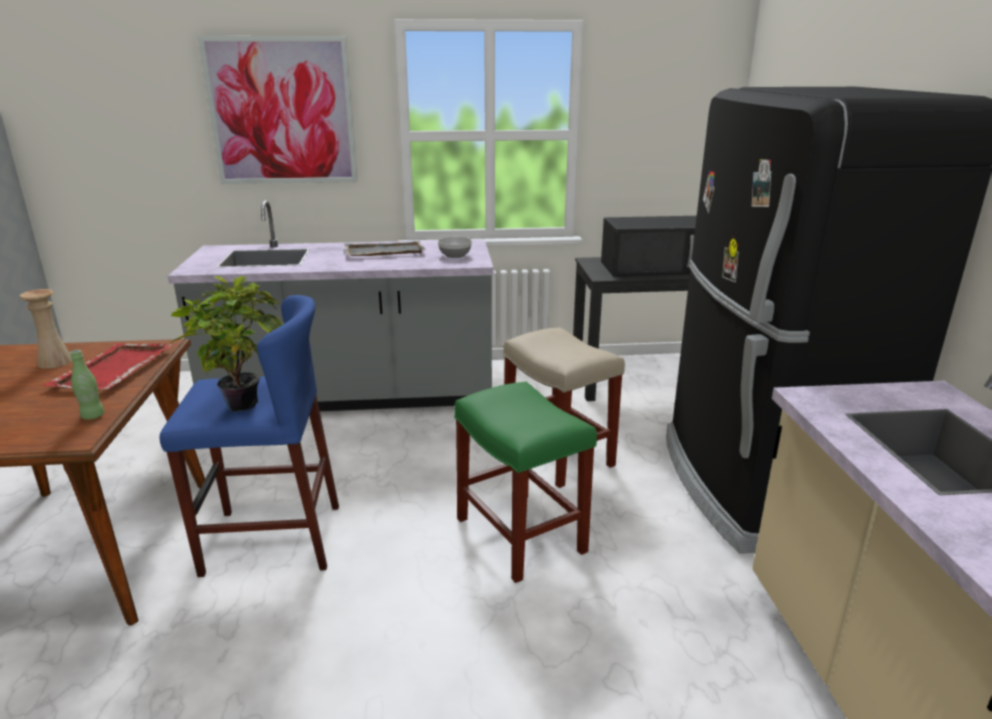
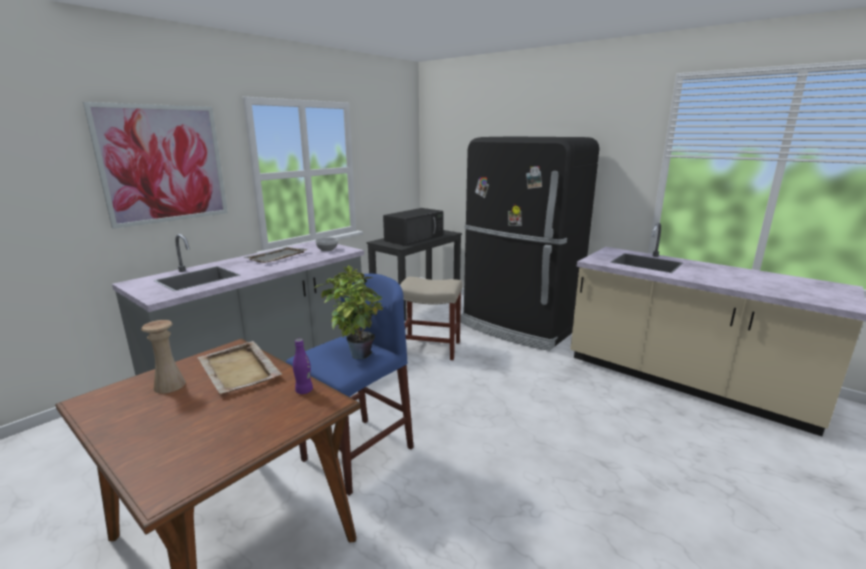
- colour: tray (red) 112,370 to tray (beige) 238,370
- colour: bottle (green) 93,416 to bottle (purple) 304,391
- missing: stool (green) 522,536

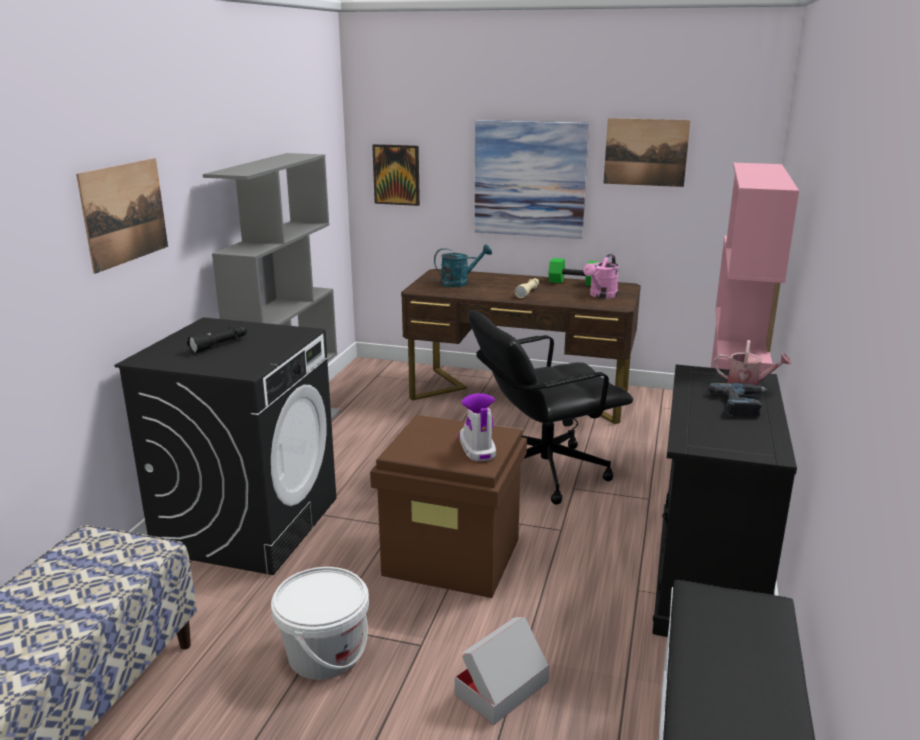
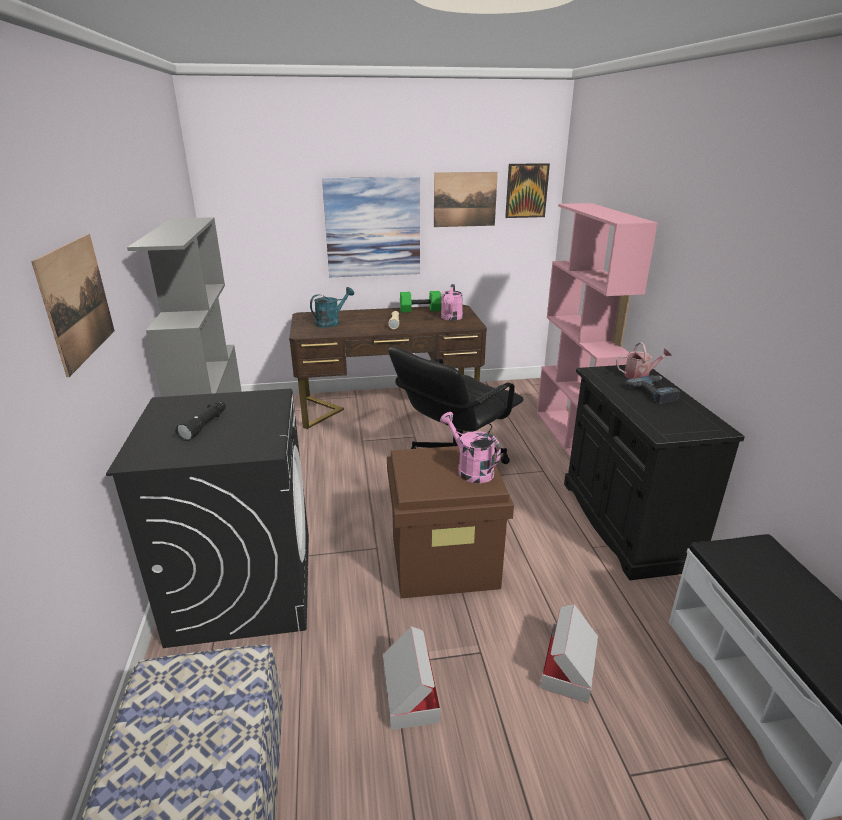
- exchanged: bucket (white) 325,654 to cardboard box 409,693
- relocated: picture 396,174 to 526,190
- exchanged: boot 476,448 to watering can (pink) 470,469

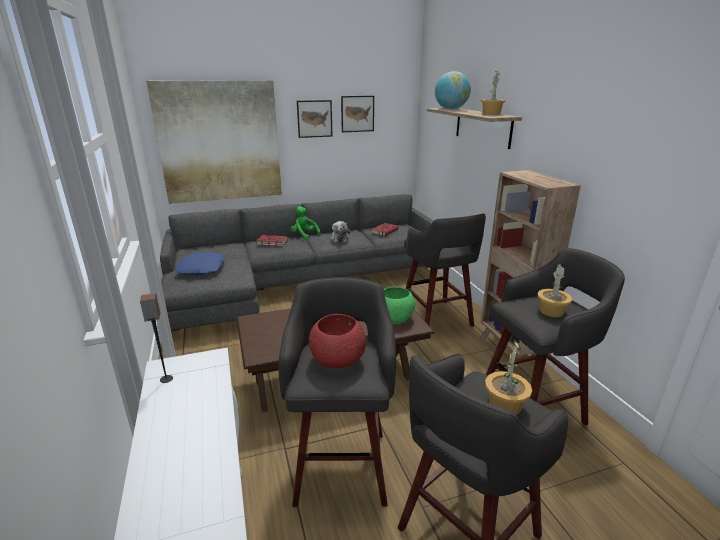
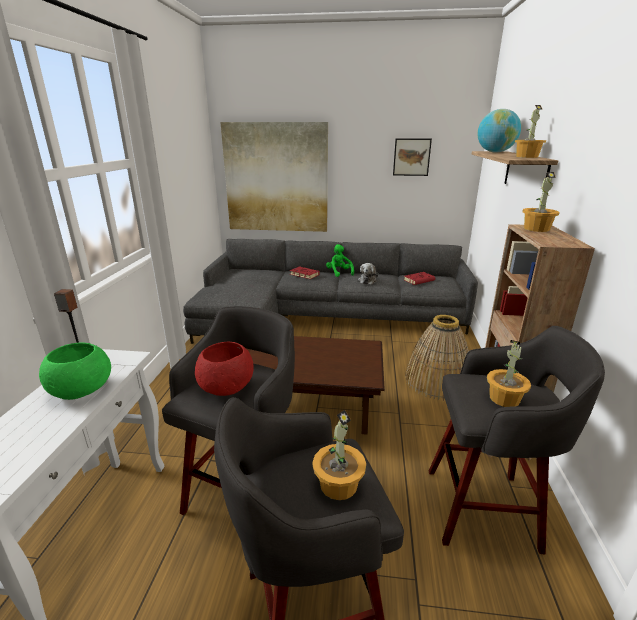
- missing: pillow (blue) 202,269
- missing: picture 314,119
- relocated: bowl (green) 394,318 to 82,389
- exchanged: stool (grey) 437,319 to basket 437,381
- appeared: potted plant 536,229

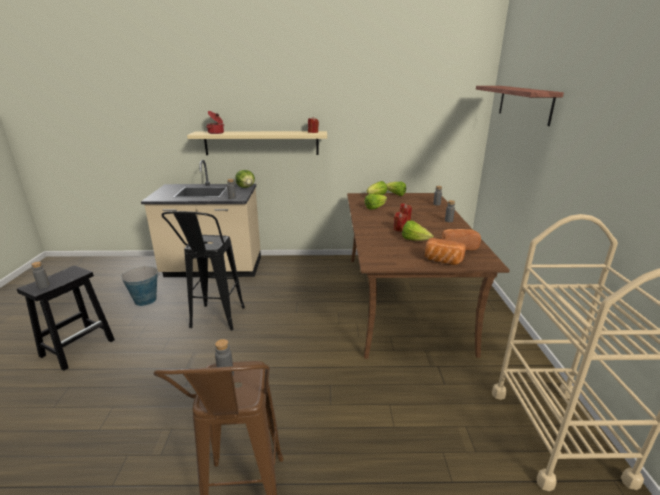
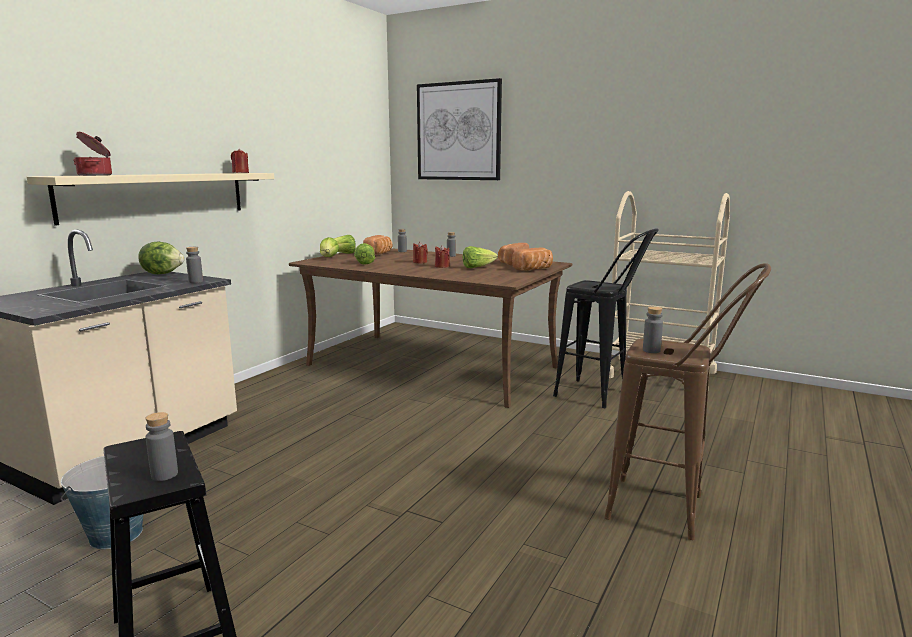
- relocated: stool (black) 215,322 to 601,396
- exchanged: shelf 524,103 to picture 458,131
- appeared: bread 379,254

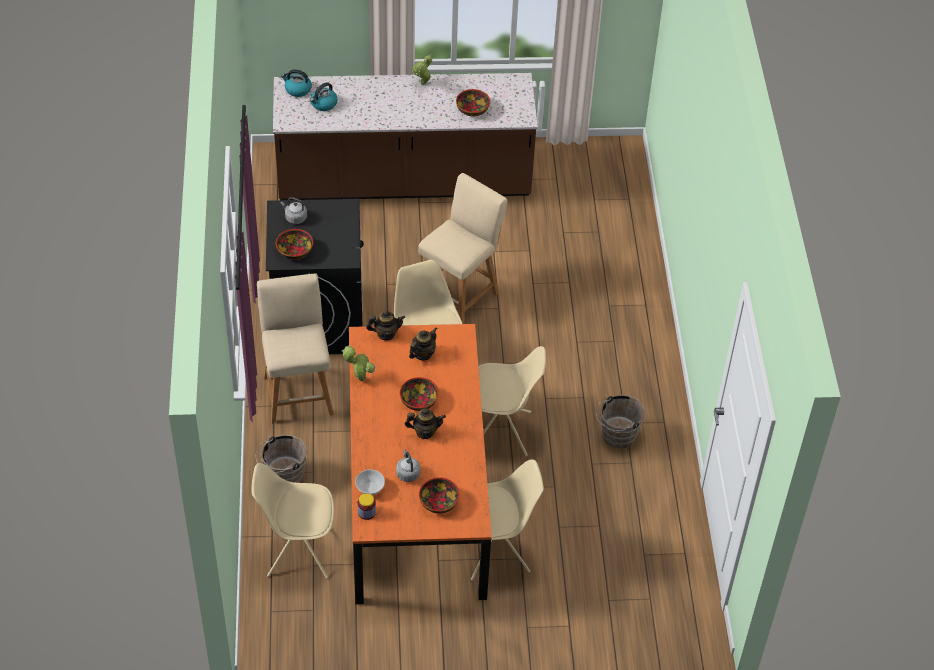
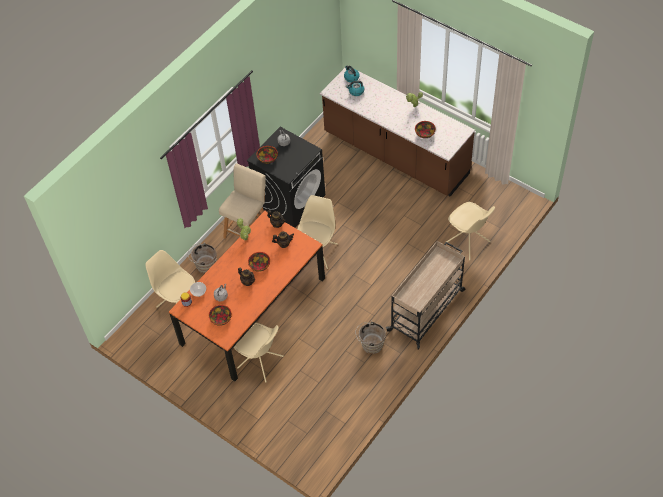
- missing: stool (beige) 460,293
- relocated: chair (beige) 502,432 to 468,242
- appeared: cart (beige) 427,310

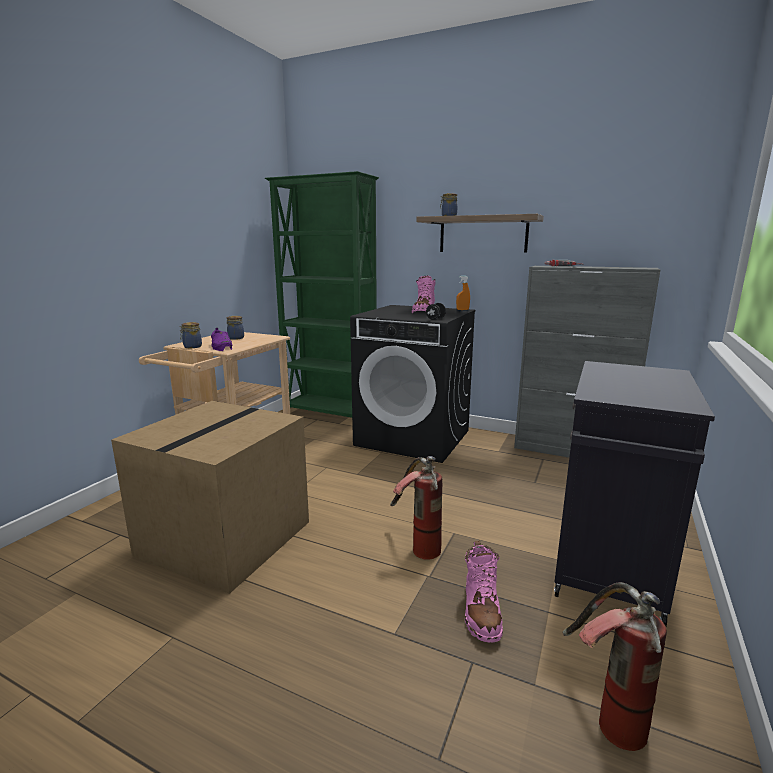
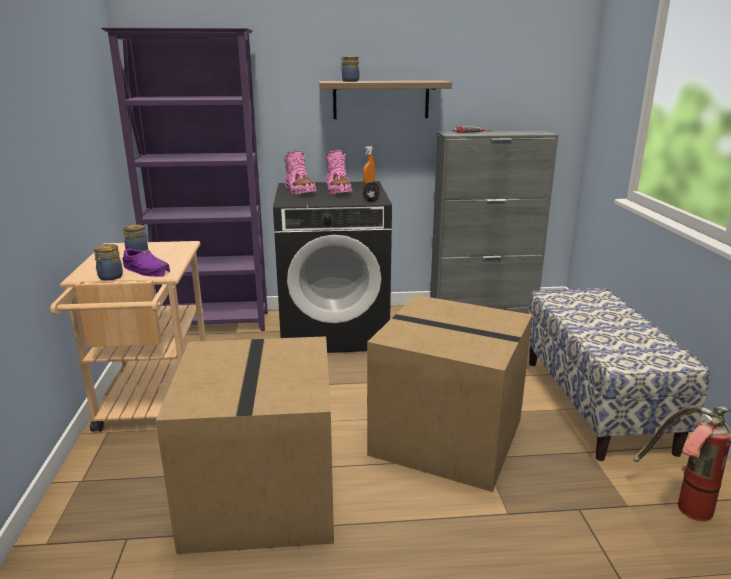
- colour: bookcase (green) 330,414 to bookcase (purple) 213,324
- exchanged: fire extinguisher 416,546 to cardboard box 449,436
- relocated: boot (pink) 481,611 to 299,191
- exchanged: cabinet (black) 608,567 to bench 596,403

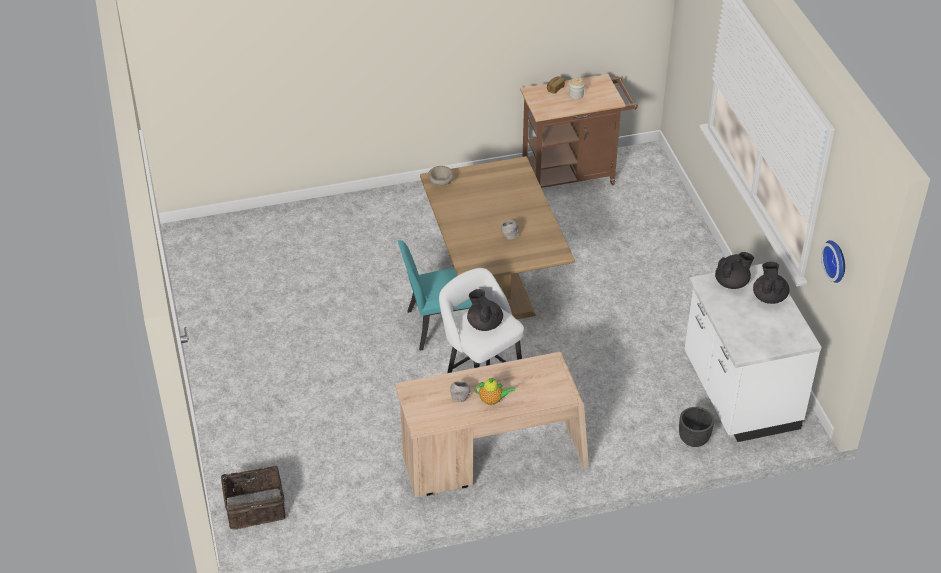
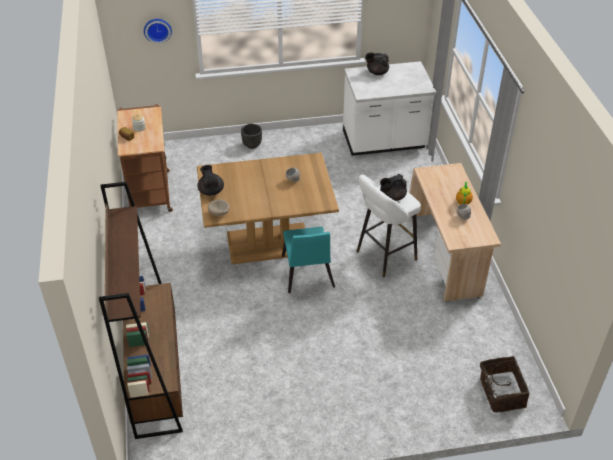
- relocated: planter (black) 694,439 to 252,145
- relocated: teapot (black) 732,283 to 211,191
- relocated: wall clock 837,260 to 157,29
- appeared: bookcase (brown) 156,375

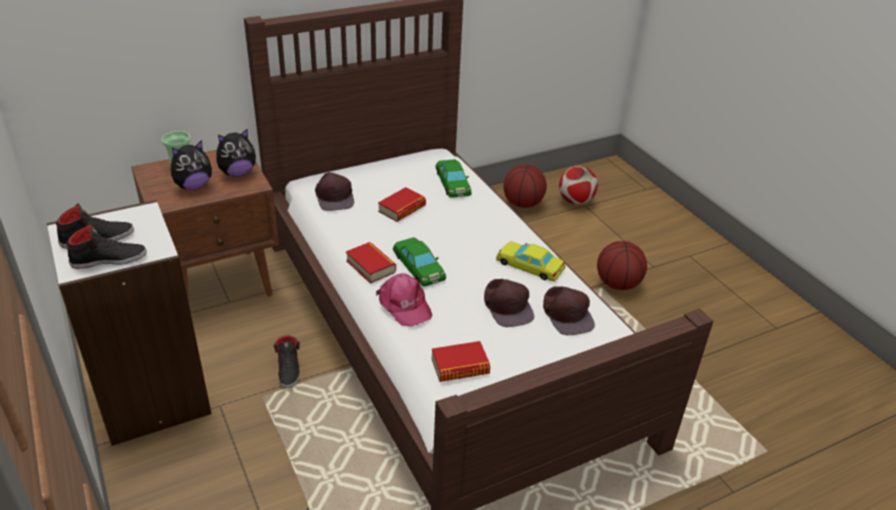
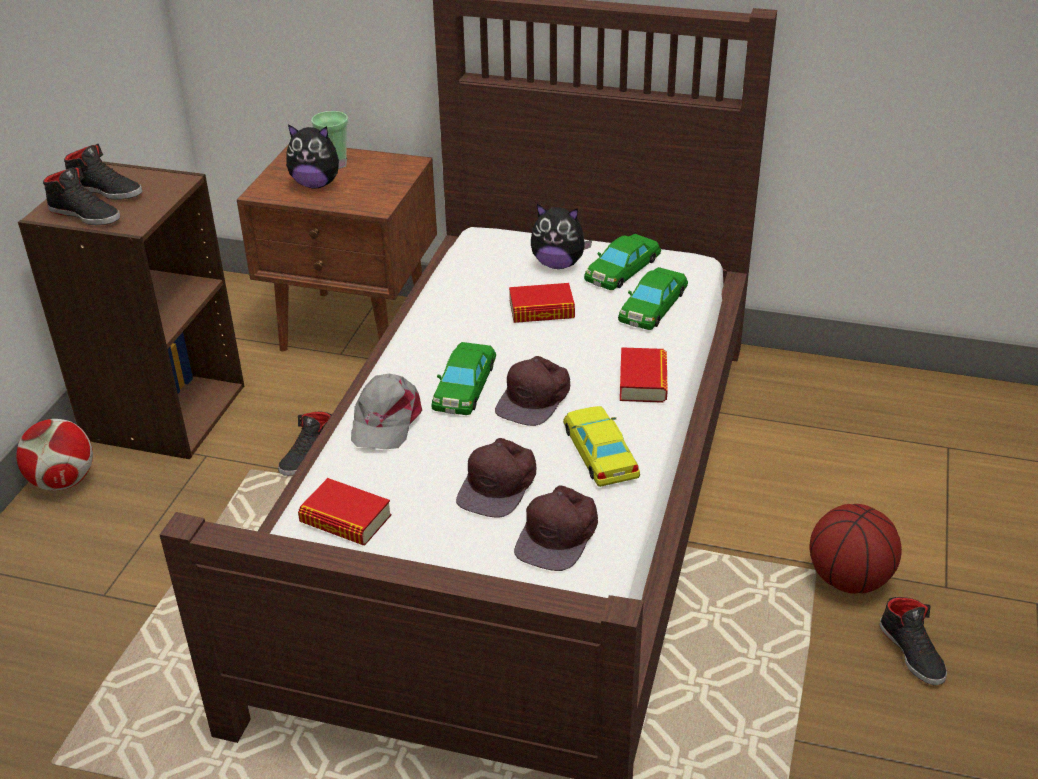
- colour: bookcase (white) 151,396 to bookcase (brown) 163,412
- relocated: plush toy 237,173 to 558,264
- relocated: cap (brown) 335,196 to 535,398
- relocated: book 371,266 to 643,381
- colour: cap (pink) 404,305 to cap (grey) 385,420
- missing: basketball 523,203
- relocated: football 575,201 to 63,481
- appeared: toy car (green) 622,269
- appeared: shoe (black) 912,652

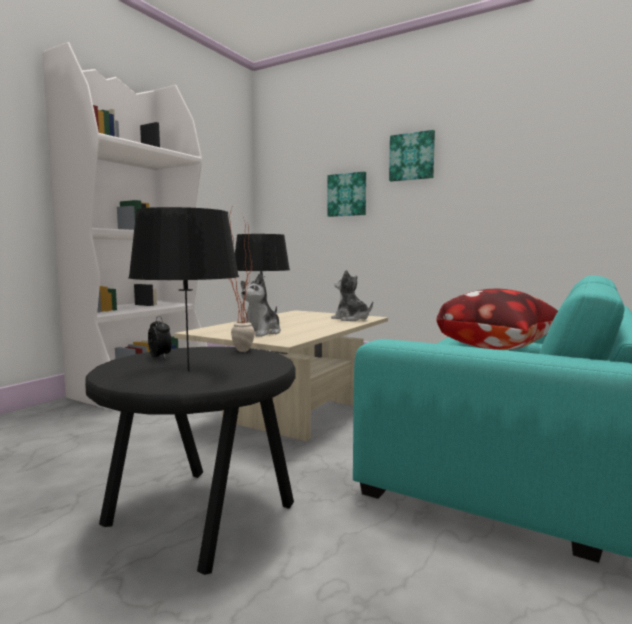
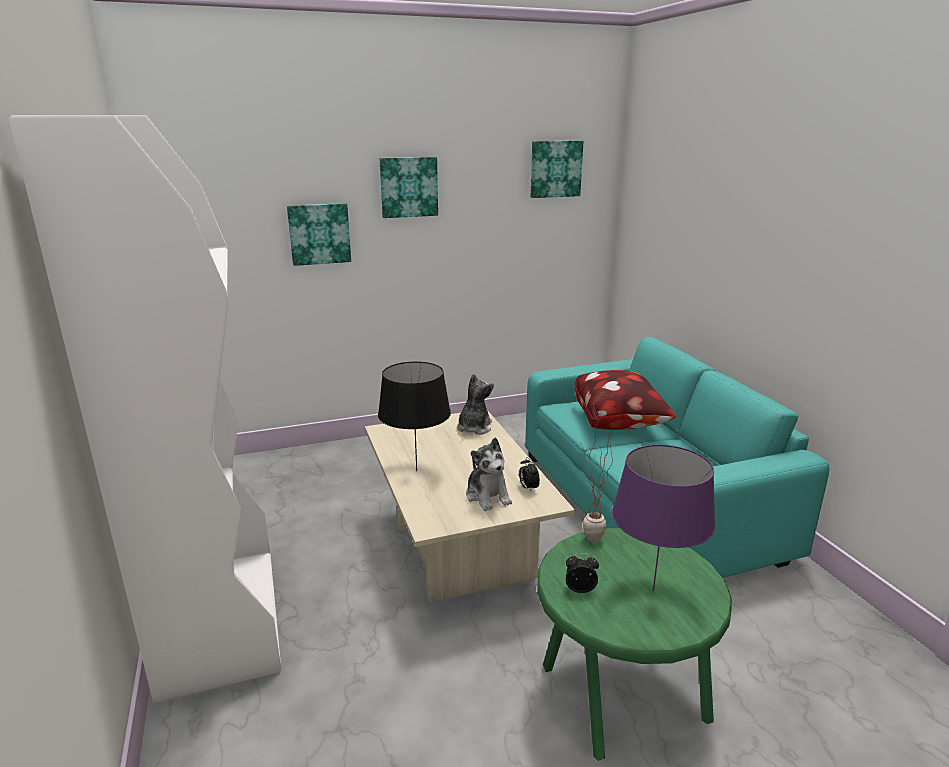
- colour: side table (black) 199,514 to side table (green) 619,694
- colour: table lamp (black) 189,371 to table lamp (purple) 653,590
- spun: plush toy 351,319 = 474,428 120 degrees clockwise
- appeared: alarm clock 528,488
- appeared: picture 555,169

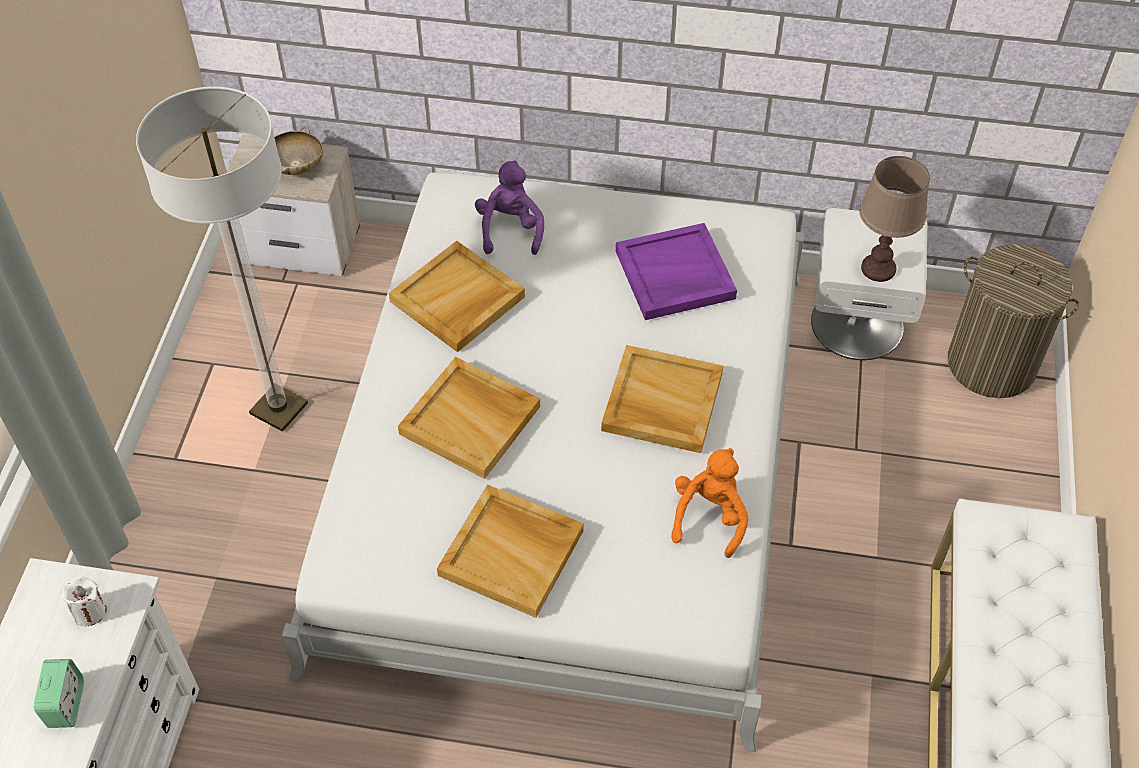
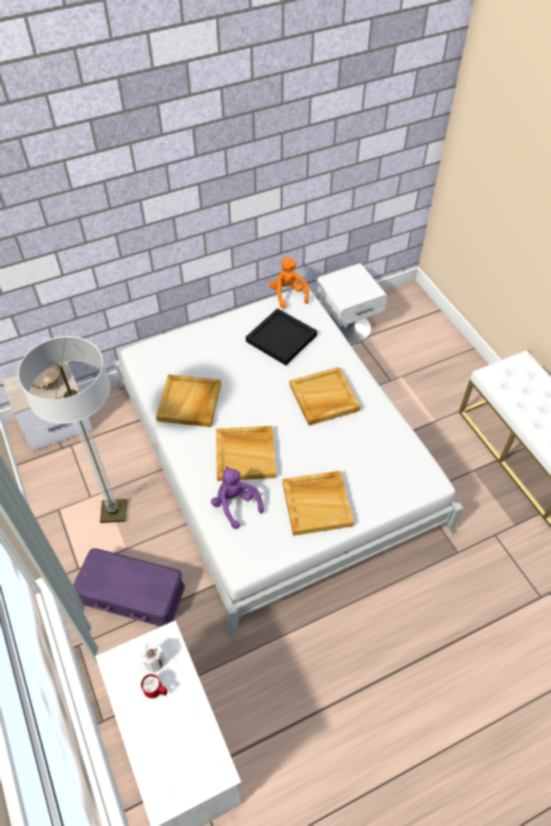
- missing: alarm clock 66,704
- relocated: plush toy (purple) 510,229 to 235,505
- colour: tray (purple) 674,275 to tray (black) 281,339
- relocated: plush toy (orange) 709,517 to 288,294
- missing: table lamp (brown) 878,268
- missing: laundry basket 991,364
- appeared: storage box (purple) 132,593
- appeared: mug (red) 156,691

